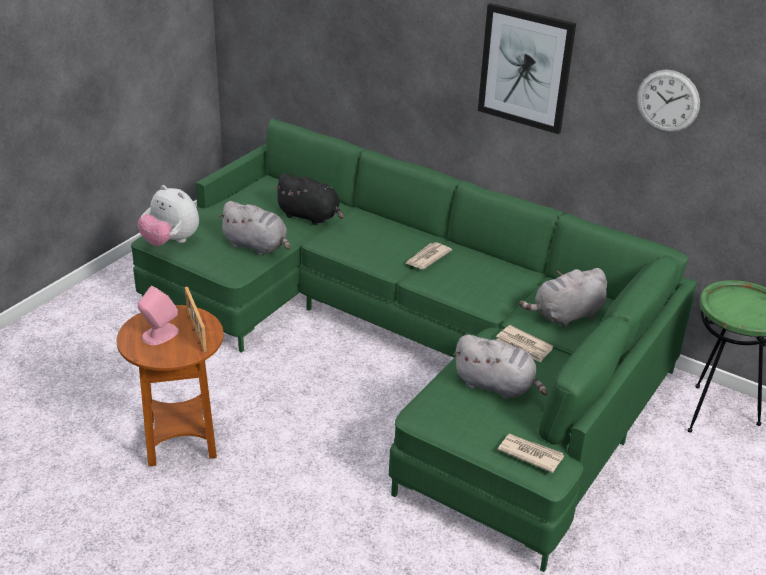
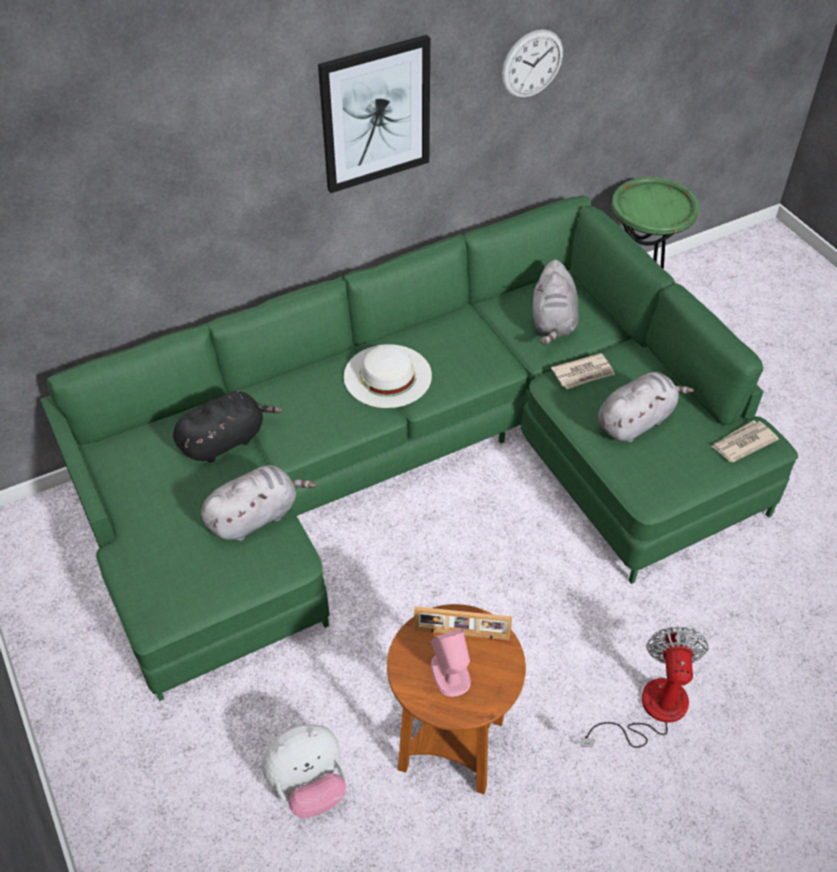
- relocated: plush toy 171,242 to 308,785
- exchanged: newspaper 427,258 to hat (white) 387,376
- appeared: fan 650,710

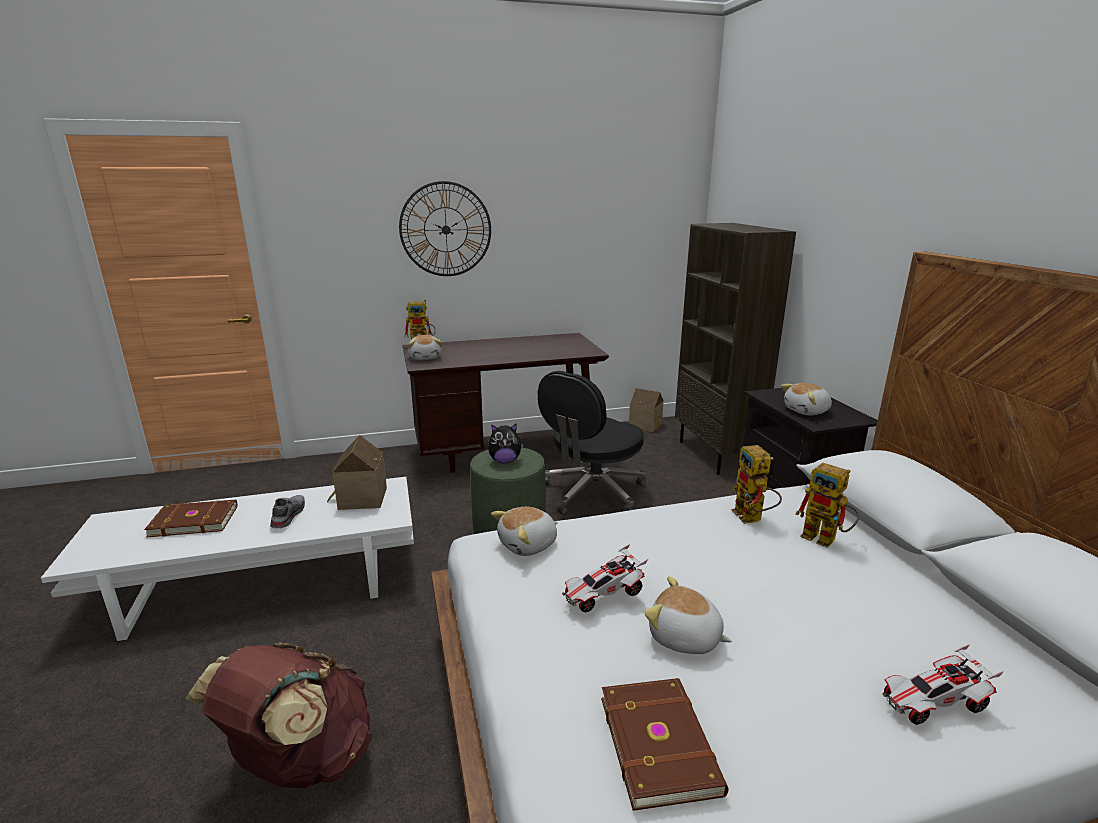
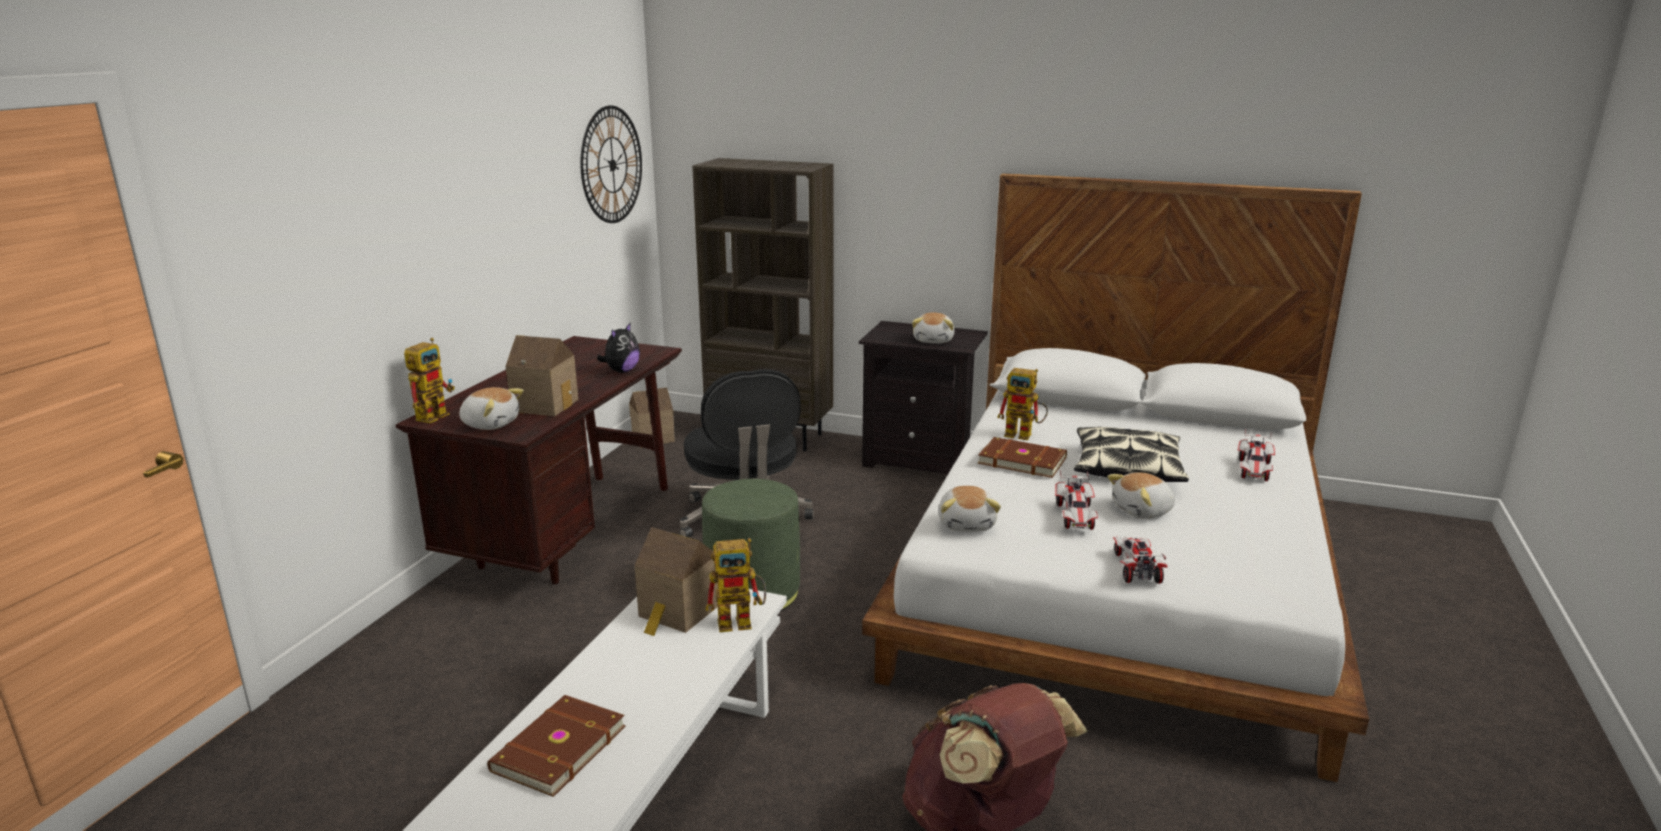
- missing: shoe (grey) 287,516
- relocated: wall clock 446,229 to 612,165
- relocated: plush toy 505,461 to 622,371
- relocated: book (brown) 661,743 to 1022,460
- relocated: toy robot 826,539 to 742,621
- appeared: toy house 546,404
- appeared: pillow 1127,468
- appeared: toy car 1135,568

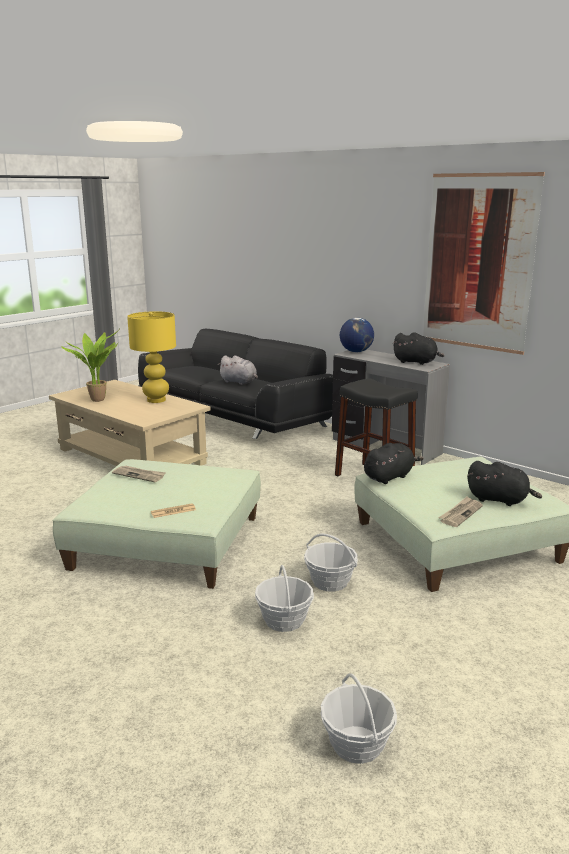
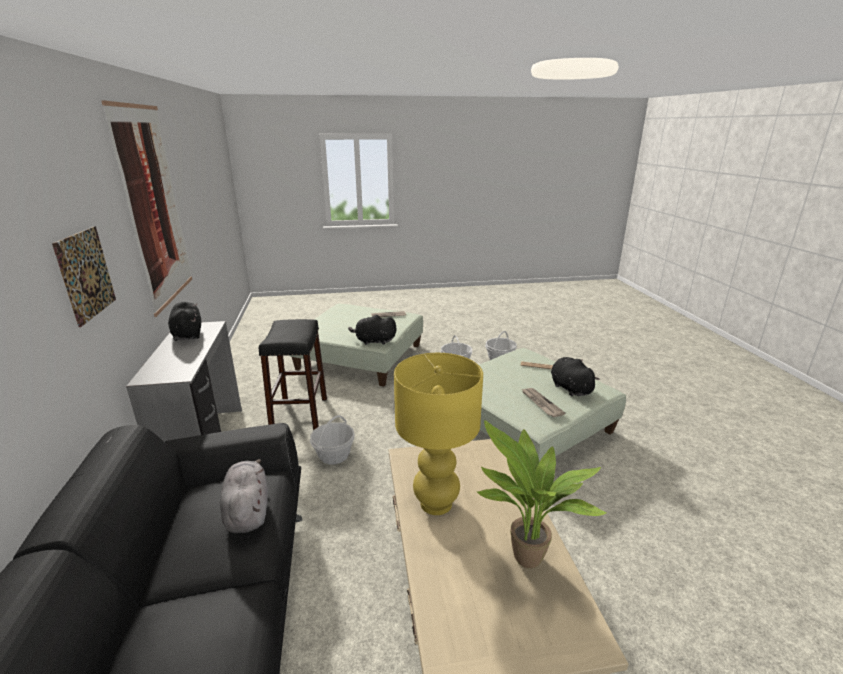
- relocated: basket 357,744 to 334,455
- missing: globe 356,351
- relocated: plush toy (black) 500,500 to 569,388
- appeared: picture 86,274

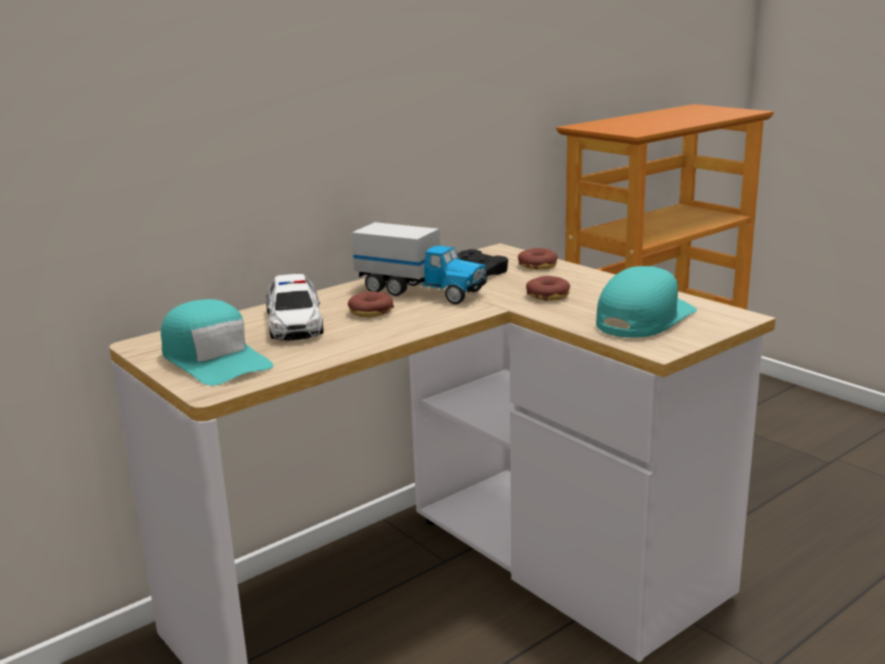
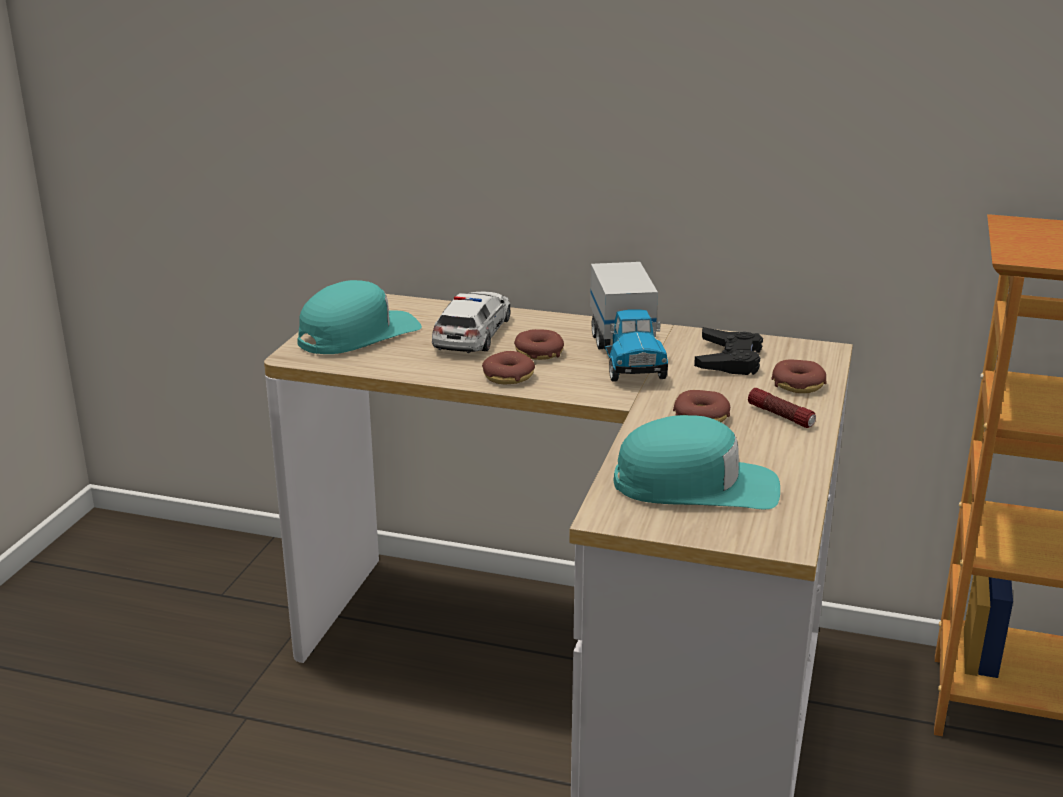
- spun: cap (turquoise) 214,359 = 358,334 150 degrees counterclockwise
- spun: toy car 294,323 = 473,333 150 degrees clockwise
- appeared: donut 508,376
- appeared: flashlight 781,416

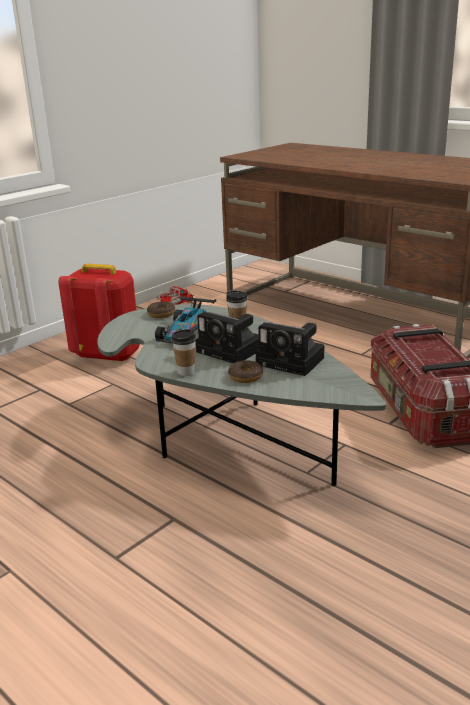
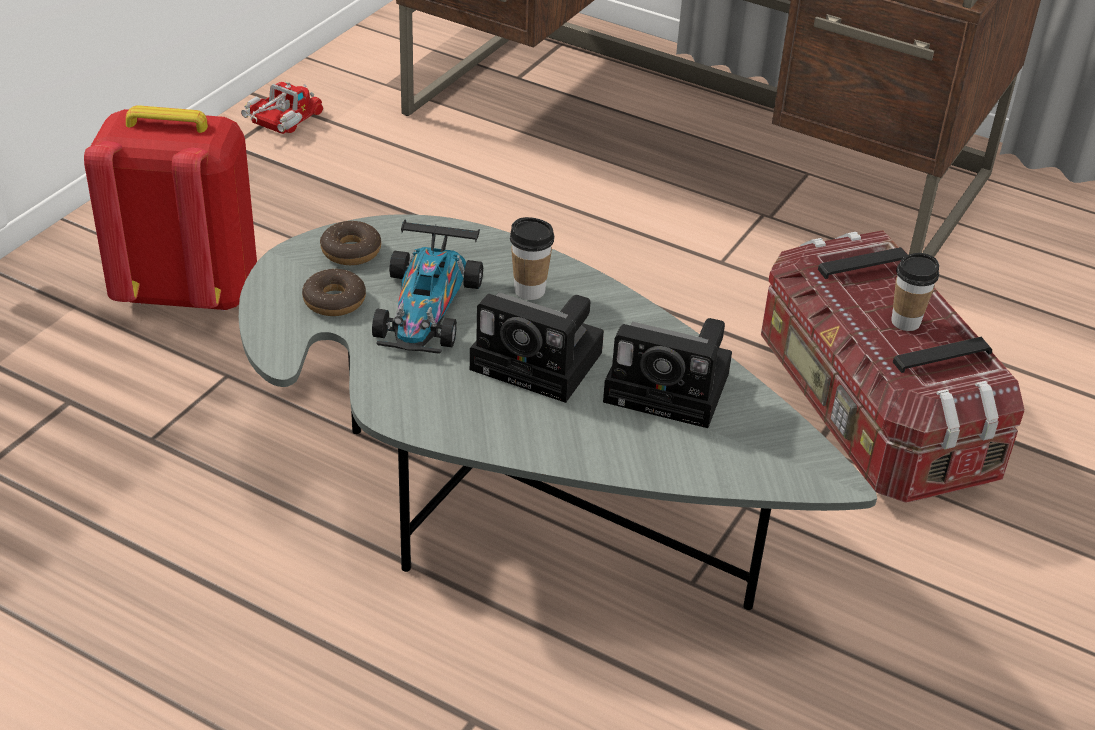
- relocated: cup 186,372 to 905,322
- relocated: donut 245,377 to 334,301

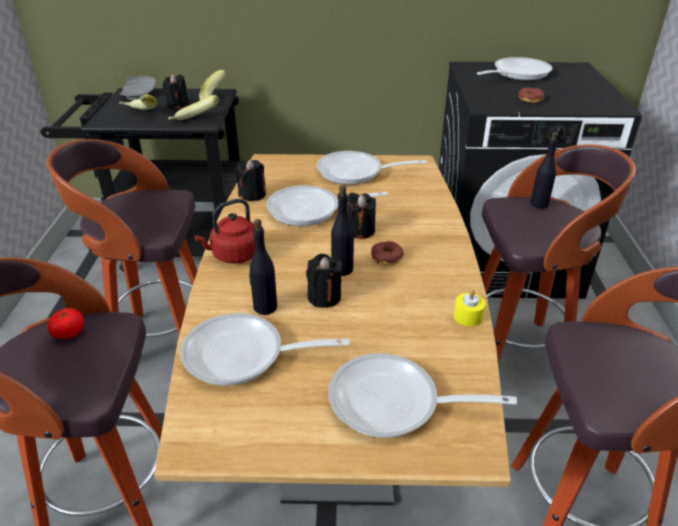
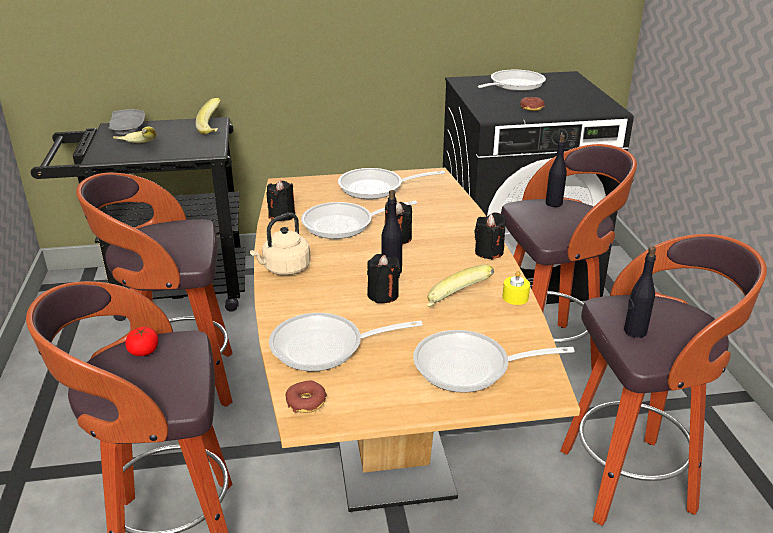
- relocated: candle (black) 177,105 to 489,252
- relocated: banana 195,121 to 457,303
- colour: kettle (red) 234,255 to kettle (beige) 284,269
- relocated: bottle (black) 265,307 to 634,331
- relocated: donut 387,258 to 306,402

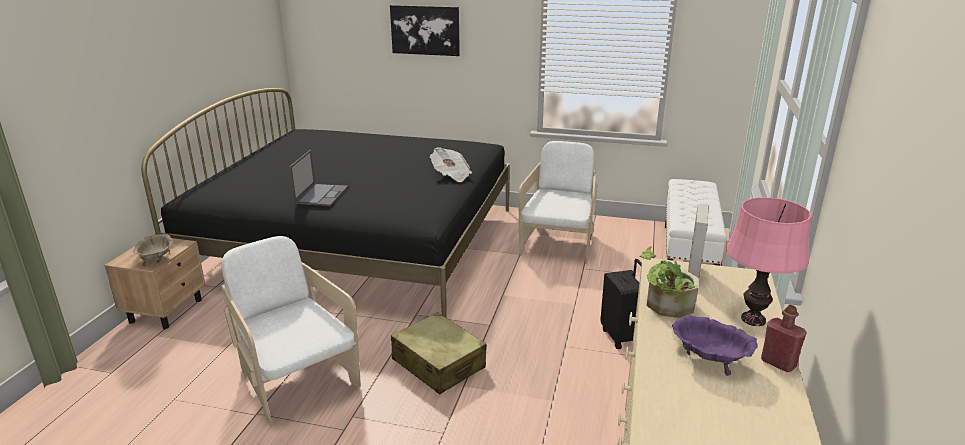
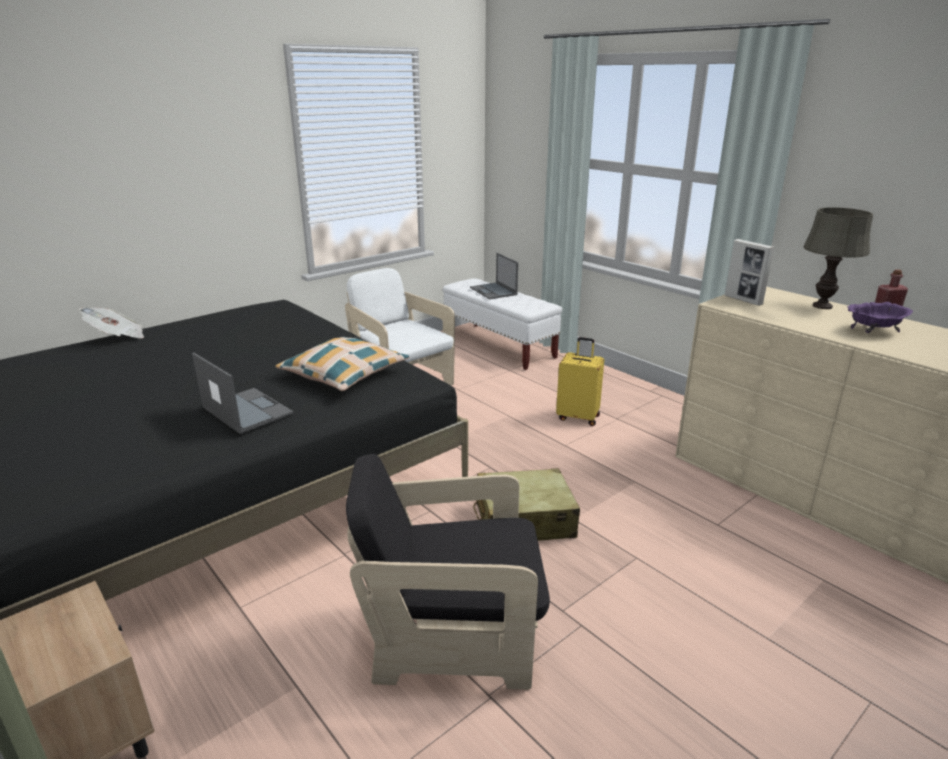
- missing: bowl (beige) 156,259
- colour: armchair (white) 296,381 to armchair (black) 452,636
- missing: picture 425,30
- relocated: newspaper 451,175 to 117,336
- colour: suitcase (black) 621,337 to suitcase (yellow) 578,417
- missing: potted plant 665,307
- colour: table lamp (pink) 753,319 to table lamp (grey) 822,306
- appeared: pillow 344,373
- appeared: laptop 493,291

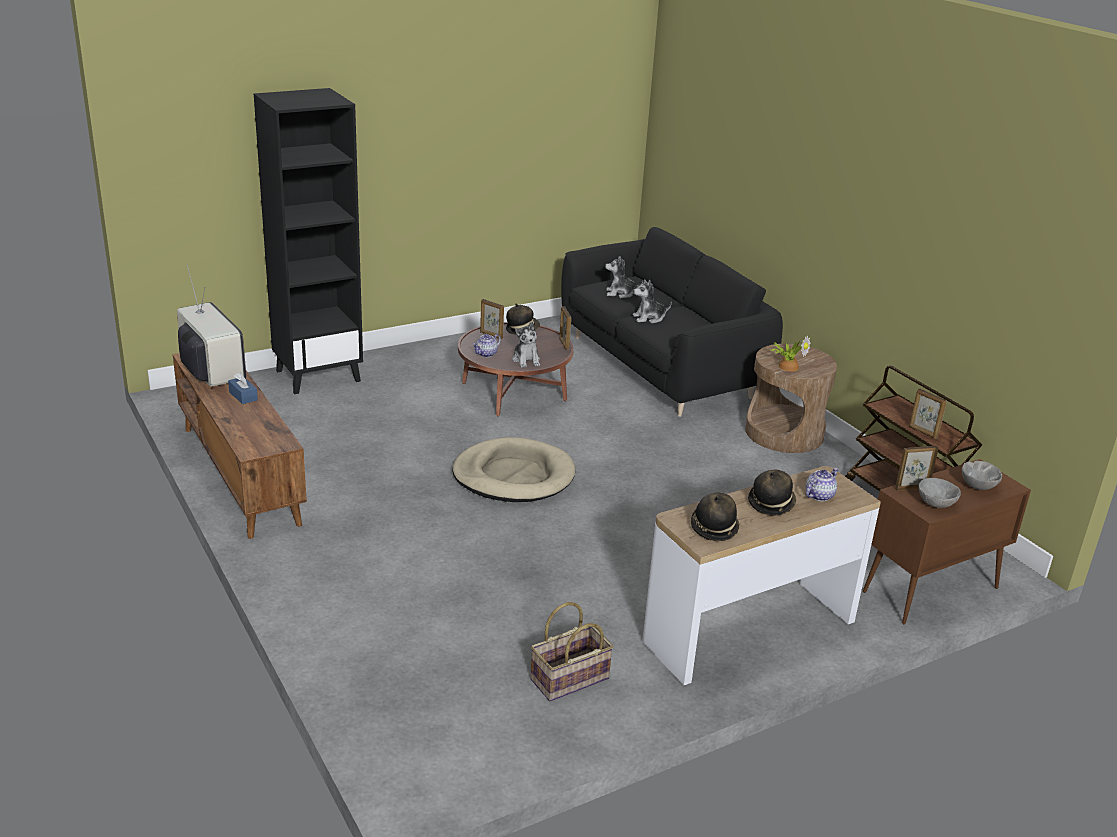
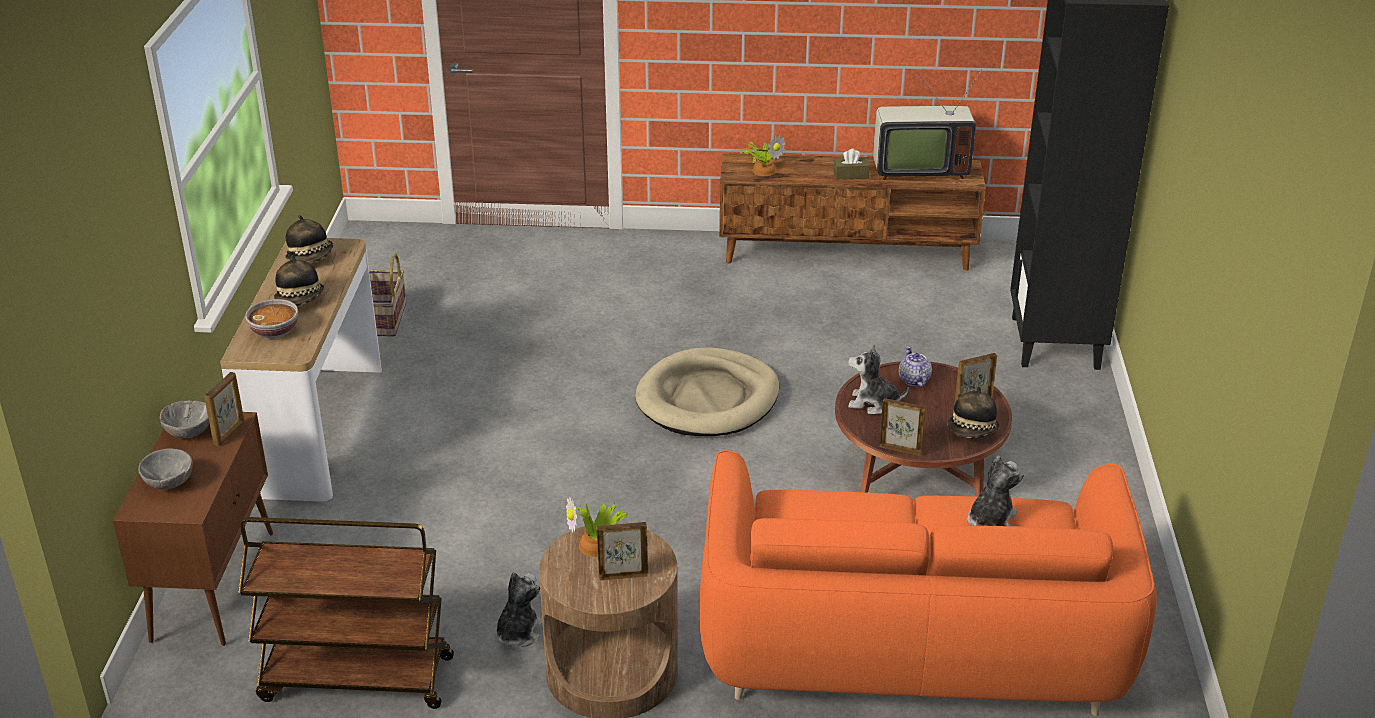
- colour: tissue box (blue) 243,396 to tissue box (brown) 851,175
- colour: sofa (black) 661,367 to sofa (orange) 910,650
- relocated: plush toy 649,318 to 518,632
- exchanged: teapot 819,495 to bowl 275,331
- relocated: picture frame 922,432 to 623,576
- appeared: potted plant 764,170

